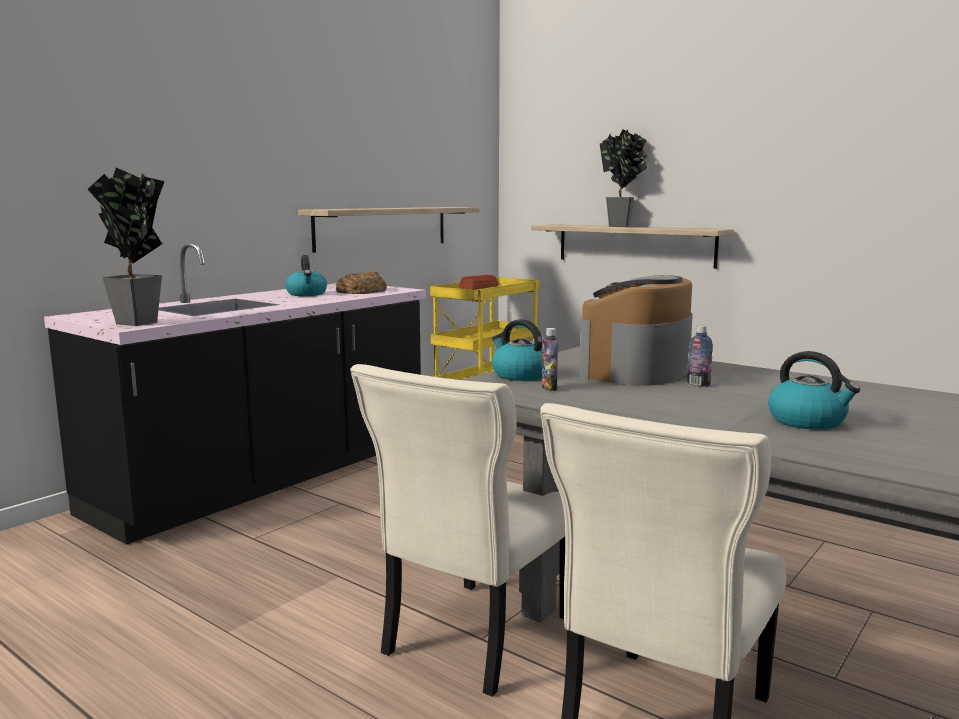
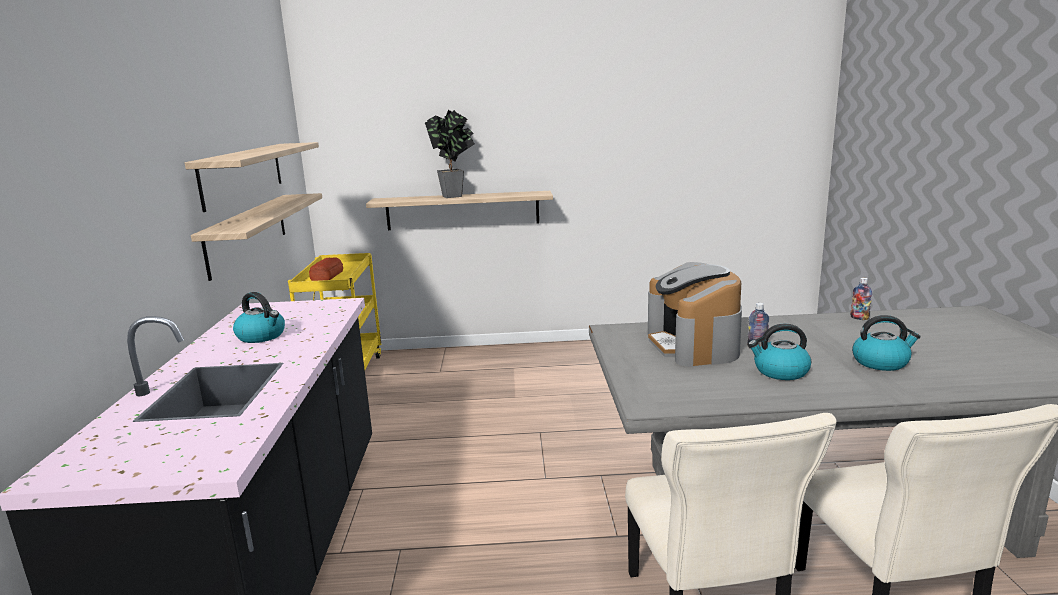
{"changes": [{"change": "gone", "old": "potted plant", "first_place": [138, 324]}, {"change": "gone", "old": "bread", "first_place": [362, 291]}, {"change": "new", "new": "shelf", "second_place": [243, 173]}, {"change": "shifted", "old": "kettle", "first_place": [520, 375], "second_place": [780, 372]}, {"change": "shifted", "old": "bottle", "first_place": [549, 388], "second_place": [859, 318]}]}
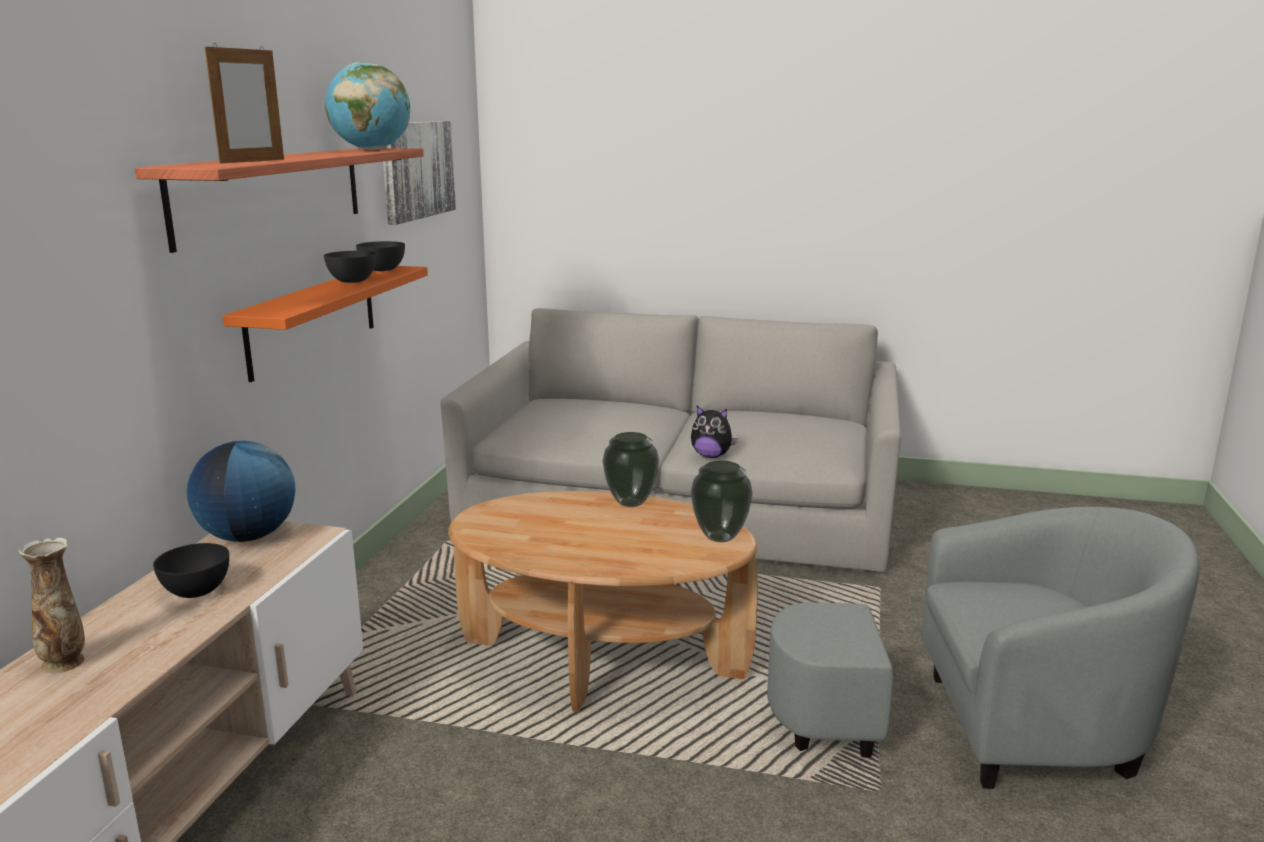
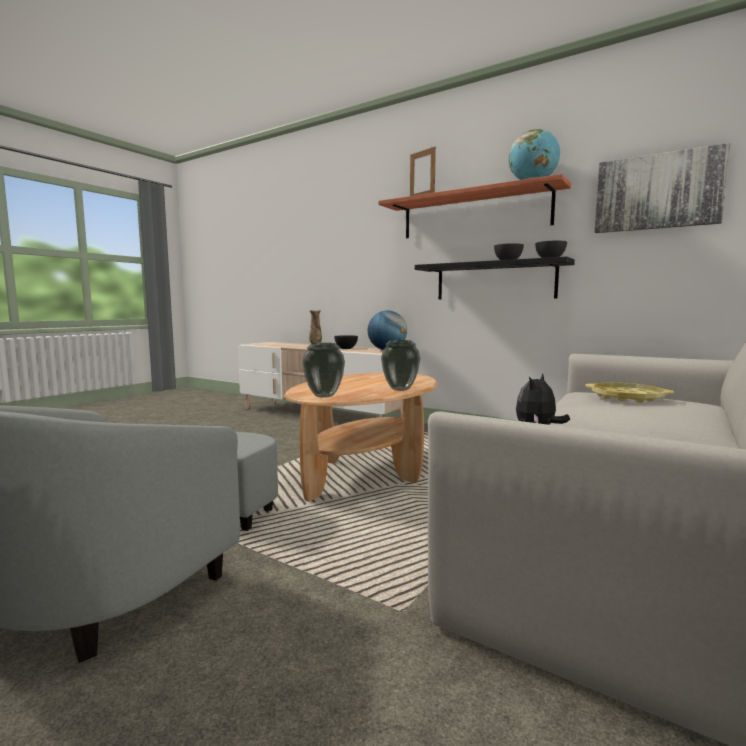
{"changes": [{"change": "new", "new": "yellow tray", "second_place": [627, 397]}, {"change": "repainted", "old": "orange shelf", "new": "black shelf", "first_place": [313, 319], "second_place": [494, 281]}]}
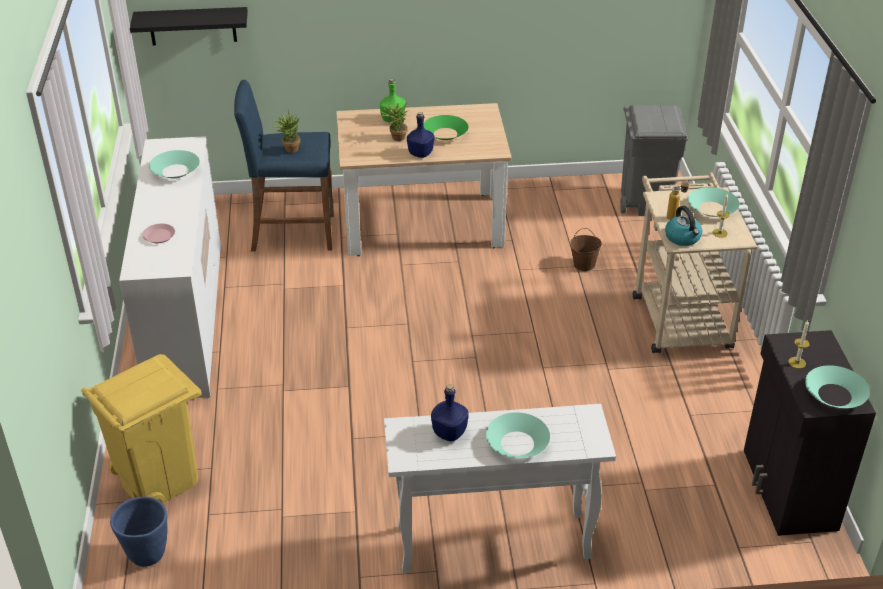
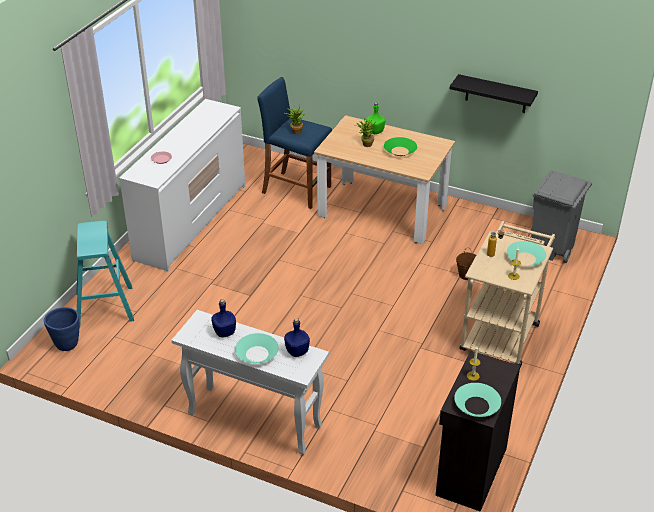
{"changes": [{"change": "gone", "old": "turquoise bowl", "first_place": [175, 171]}, {"change": "gone", "old": "kettle", "first_place": [683, 238]}, {"change": "shifted", "old": "black shelf", "first_place": [192, 26], "second_place": [496, 94]}, {"change": "shifted", "old": "blue bottle", "first_place": [421, 153], "second_place": [297, 351]}, {"change": "swapped", "old": "yellow trash can", "new": "turquoise stool", "first_place": [158, 479], "second_place": [104, 306]}]}
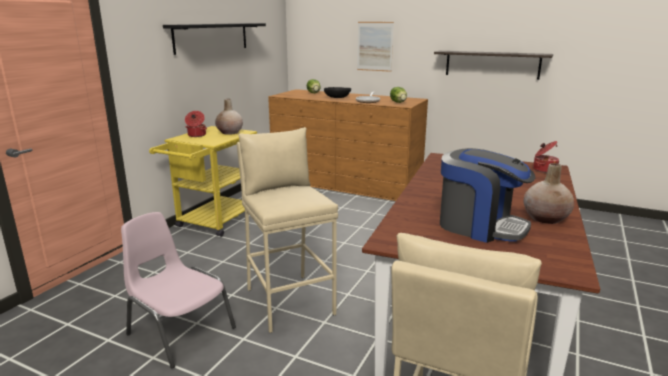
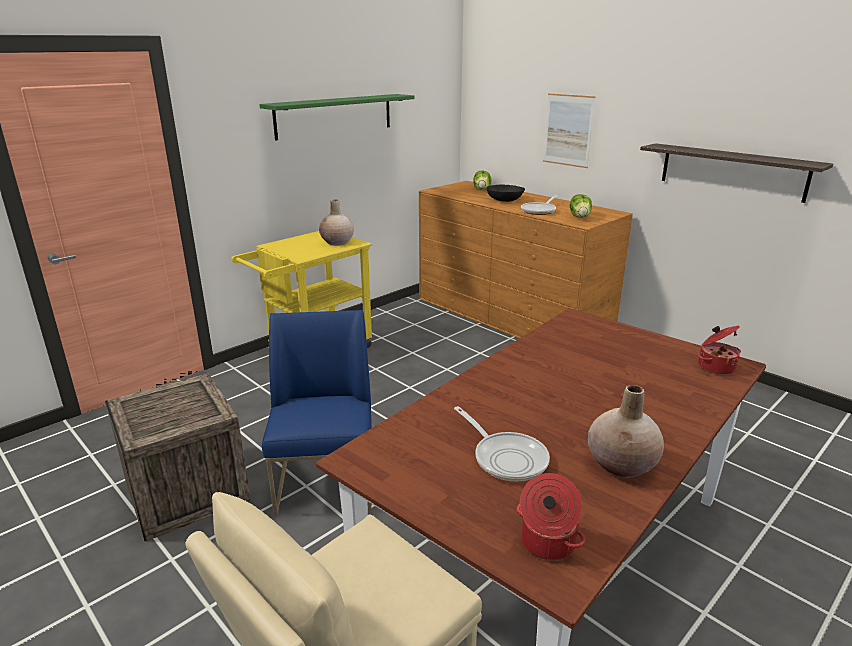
{"changes": [{"change": "shifted", "old": "cooking pot", "first_place": [196, 135], "second_place": [547, 543]}, {"change": "swapped", "old": "pink chair", "new": "crate", "first_place": [180, 331], "second_place": [187, 491]}, {"change": "swapped", "old": "beige stool", "new": "blue chair", "first_place": [289, 301], "second_place": [327, 480]}, {"change": "swapped", "old": "coffee machine", "new": "frying pan", "first_place": [480, 226], "second_place": [506, 458]}, {"change": "repainted", "old": "black shelf", "new": "green shelf", "first_place": [211, 37], "second_place": [335, 116]}]}
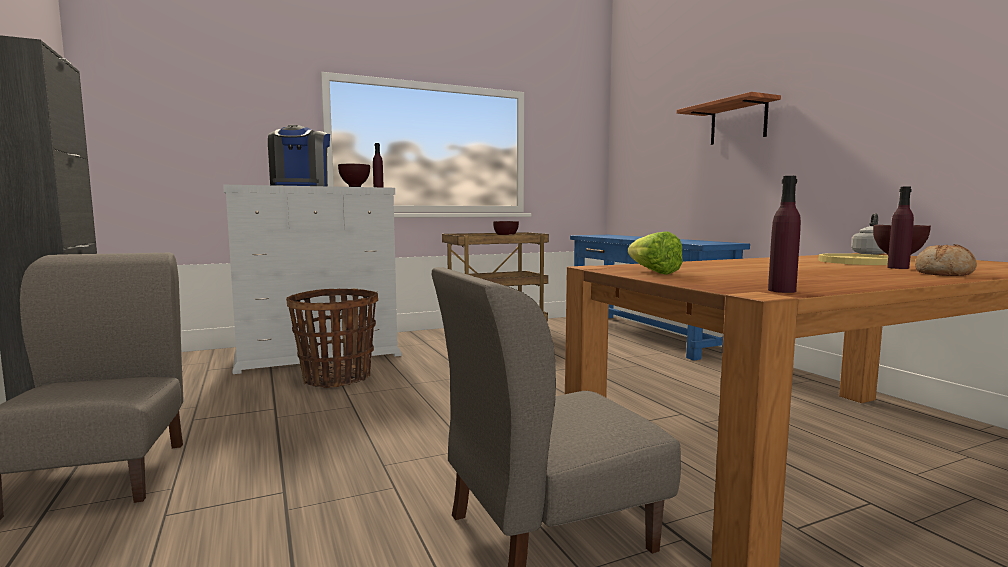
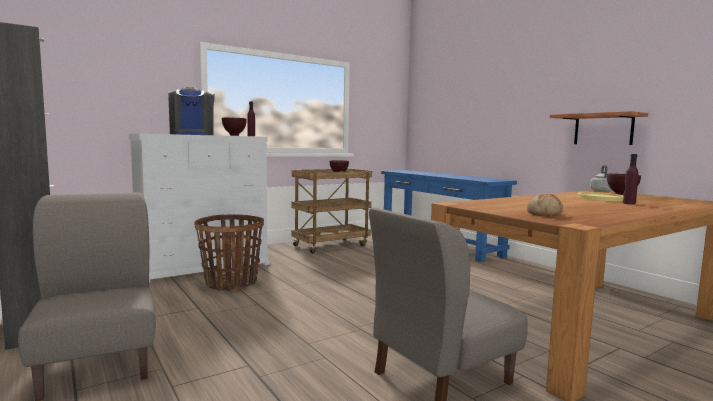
{"changes": [{"change": "gone", "old": "lettuce", "first_place": [650, 272]}, {"change": "gone", "old": "purple bottle", "first_place": [781, 290]}, {"change": "shifted", "old": "shelf", "first_place": [738, 122], "second_place": [603, 129]}, {"change": "shifted", "old": "bread", "first_place": [945, 274], "second_place": [545, 214]}]}
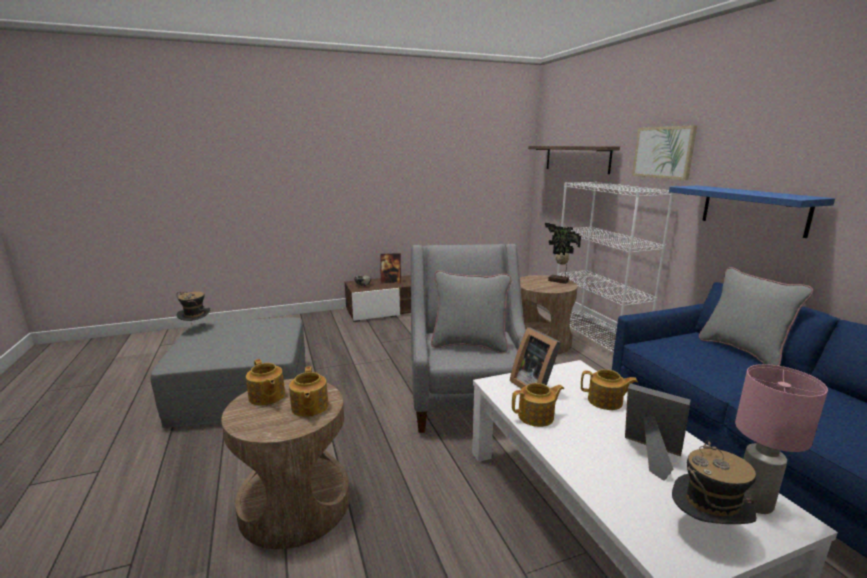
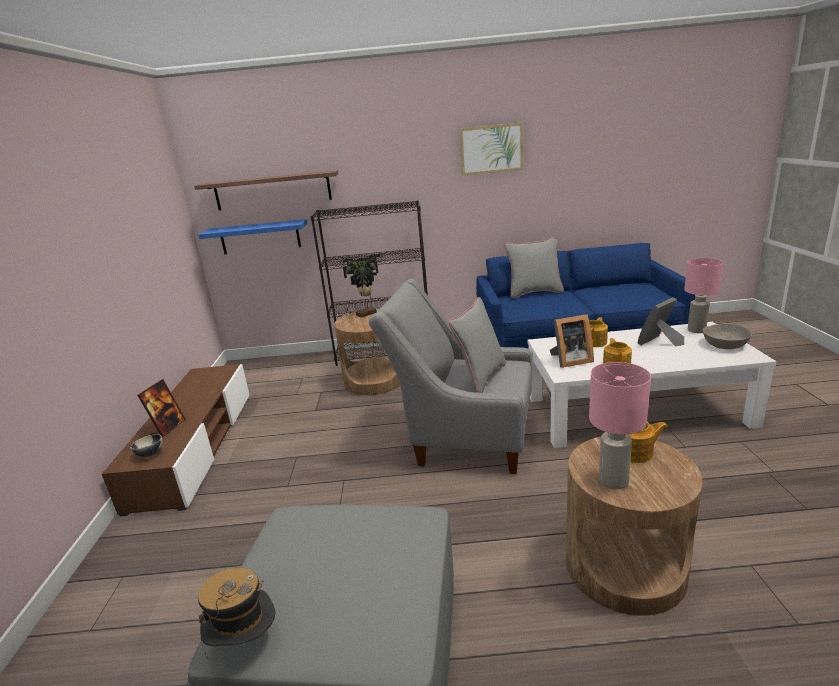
{"changes": [{"change": "shifted", "old": "picture", "first_place": [663, 152], "second_place": [491, 149]}, {"change": "shifted", "old": "blue shelf", "first_place": [753, 209], "second_place": [260, 237]}, {"change": "swapped", "old": "teapot", "new": "pink table lamp", "first_place": [266, 397], "second_place": [613, 481]}, {"change": "swapped", "old": "hat", "new": "grey bowl", "first_place": [706, 532], "second_place": [724, 344]}, {"change": "repainted", "old": "white bookcase", "new": "black bookcase", "first_place": [597, 337], "second_place": [385, 353]}]}
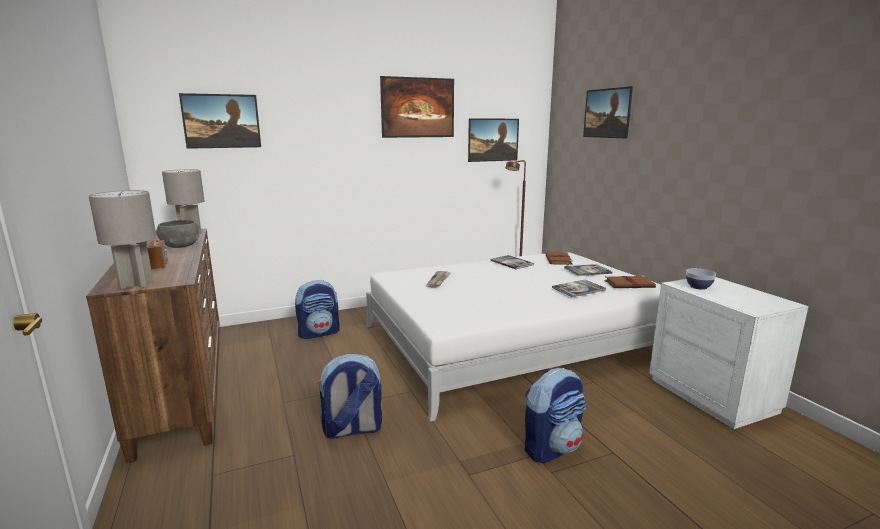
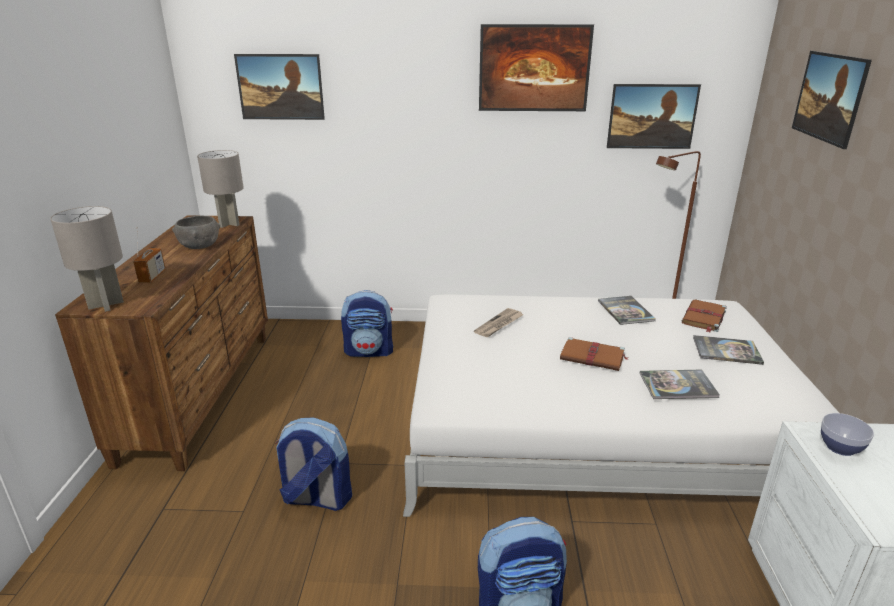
{"changes": [{"change": "shifted", "old": "brown book", "first_place": [630, 284], "second_place": [593, 357]}]}
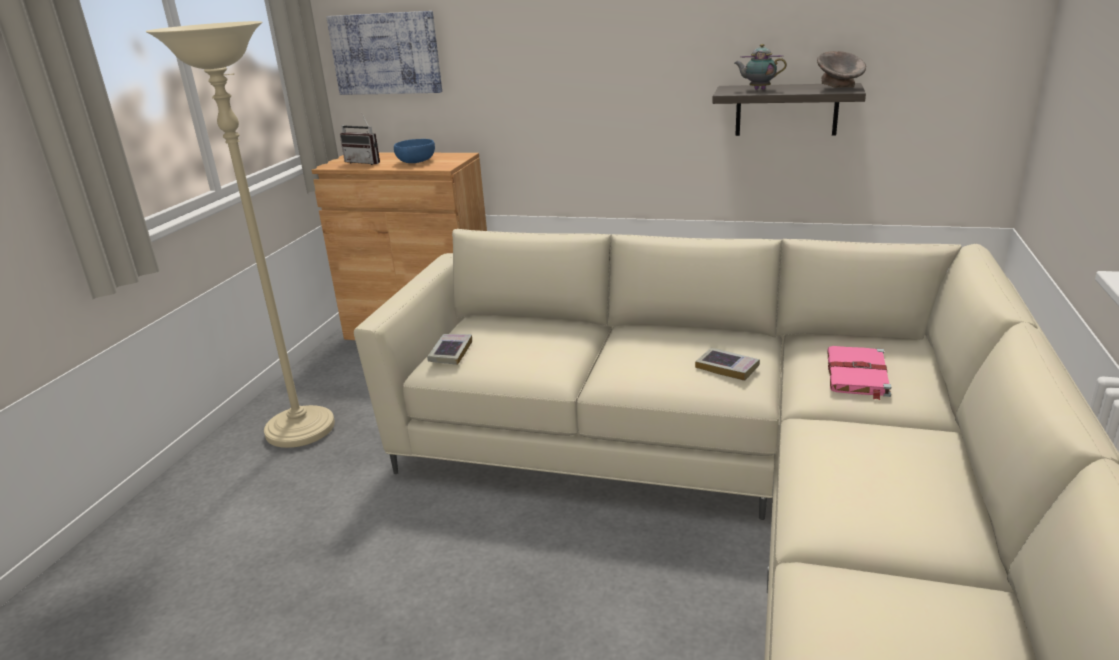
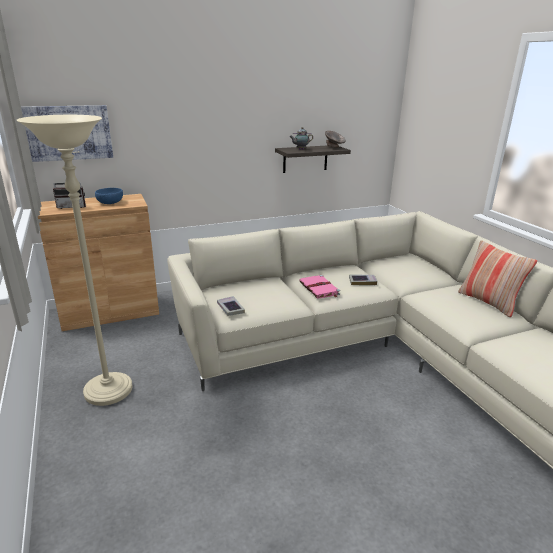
{"changes": [{"change": "new", "new": "pillow", "second_place": [488, 302]}, {"change": "shifted", "old": "pink book", "first_place": [857, 375], "second_place": [319, 288]}]}
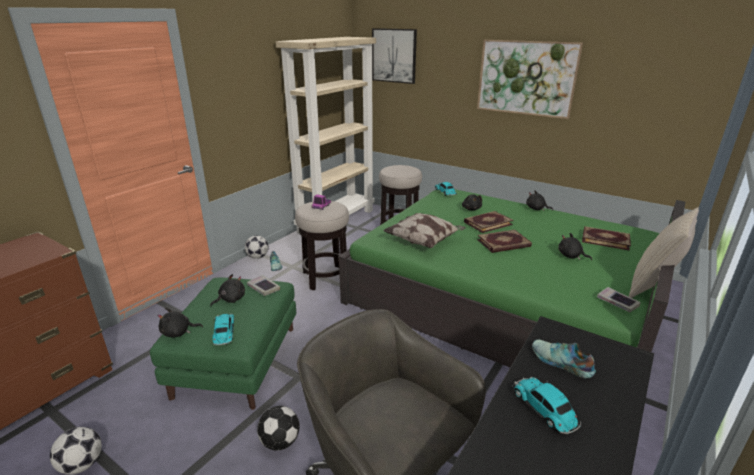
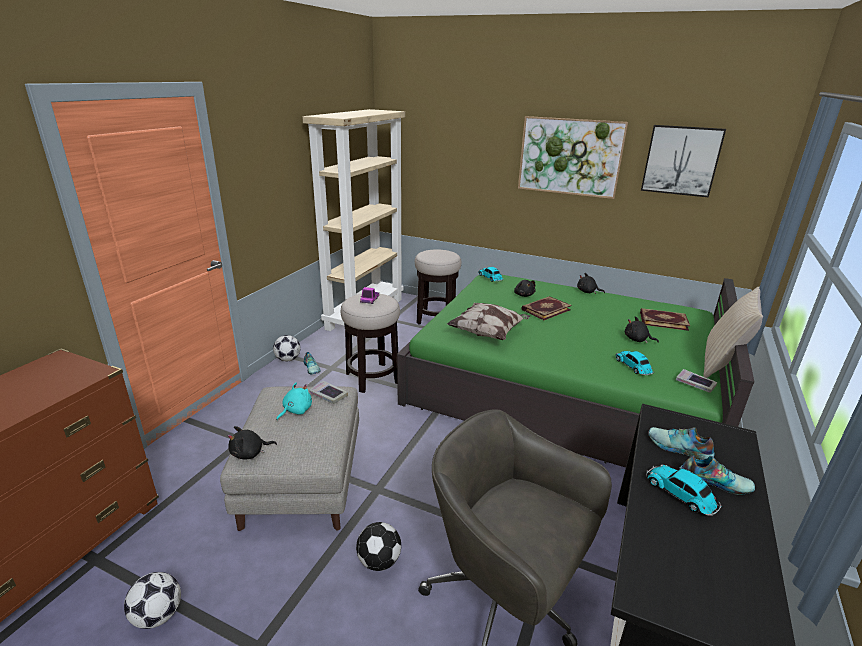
{"changes": [{"change": "gone", "old": "book", "first_place": [504, 243]}, {"change": "new", "new": "shoe", "second_place": [714, 481]}, {"change": "shifted", "old": "toy car", "first_place": [224, 333], "second_place": [633, 367]}, {"change": "shifted", "old": "picture", "first_place": [394, 55], "second_place": [681, 160]}, {"change": "repainted", "old": "green ottoman", "new": "grey ottoman", "first_place": [237, 360], "second_place": [302, 478]}, {"change": "repainted", "old": "black plush toy", "new": "turquoise plush toy", "first_place": [230, 299], "second_place": [296, 410]}]}
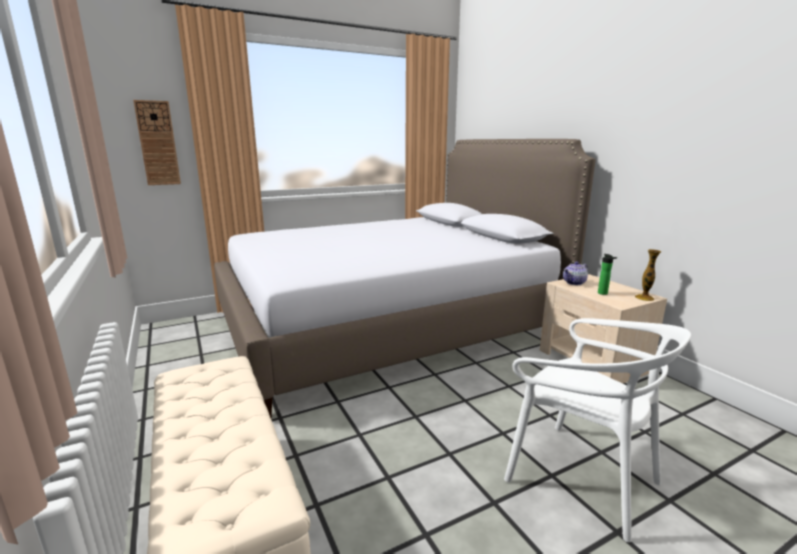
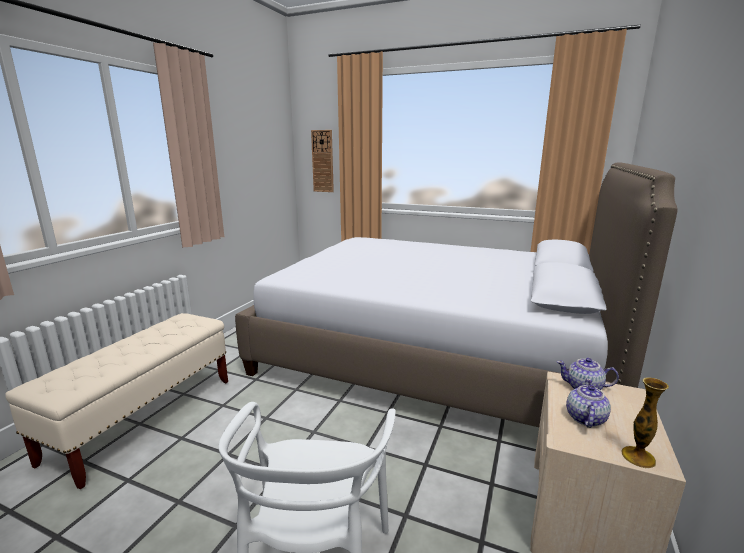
{"changes": [{"change": "swapped", "old": "bottle", "new": "teapot", "first_place": [603, 293], "second_place": [585, 418]}]}
